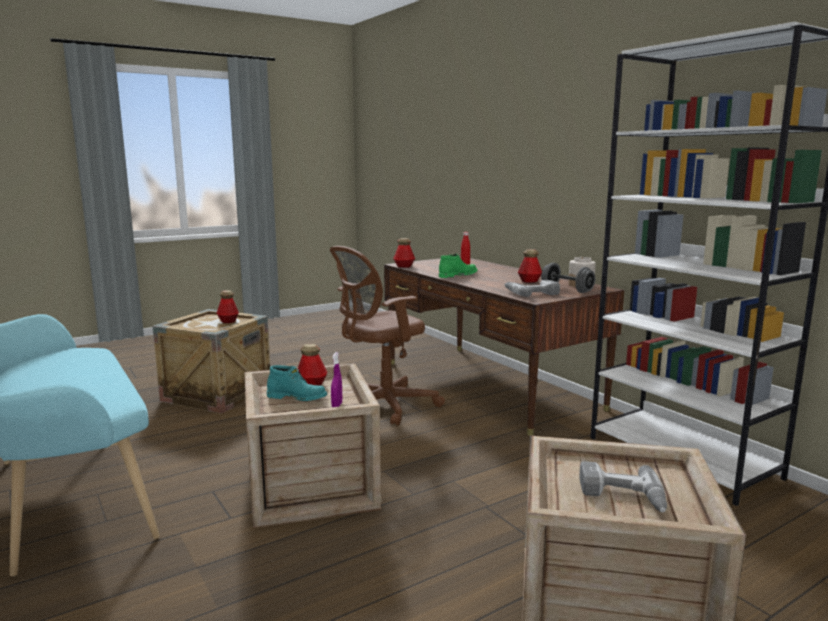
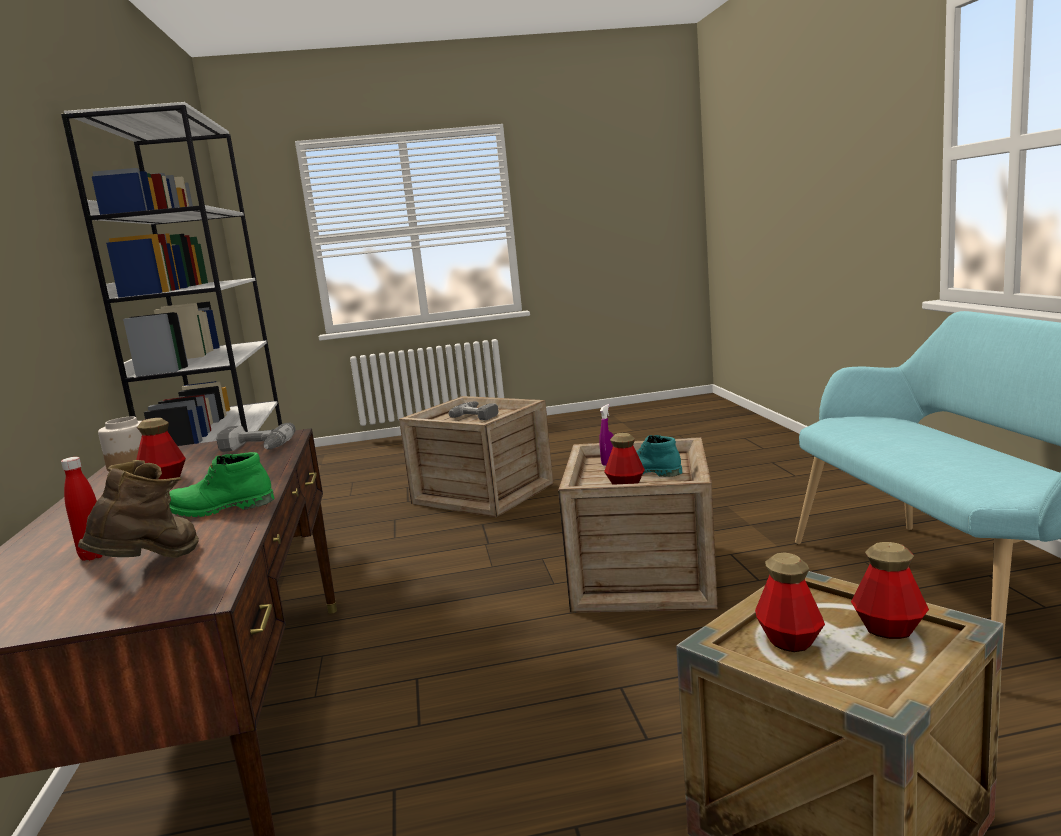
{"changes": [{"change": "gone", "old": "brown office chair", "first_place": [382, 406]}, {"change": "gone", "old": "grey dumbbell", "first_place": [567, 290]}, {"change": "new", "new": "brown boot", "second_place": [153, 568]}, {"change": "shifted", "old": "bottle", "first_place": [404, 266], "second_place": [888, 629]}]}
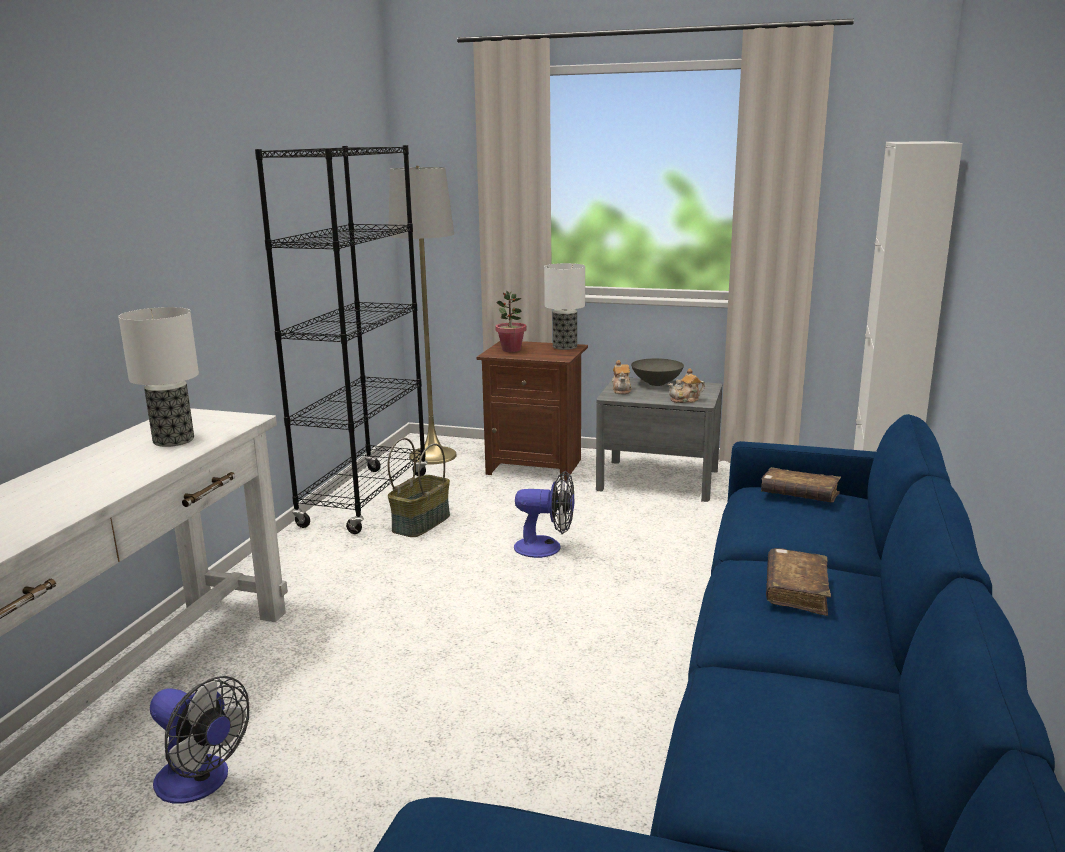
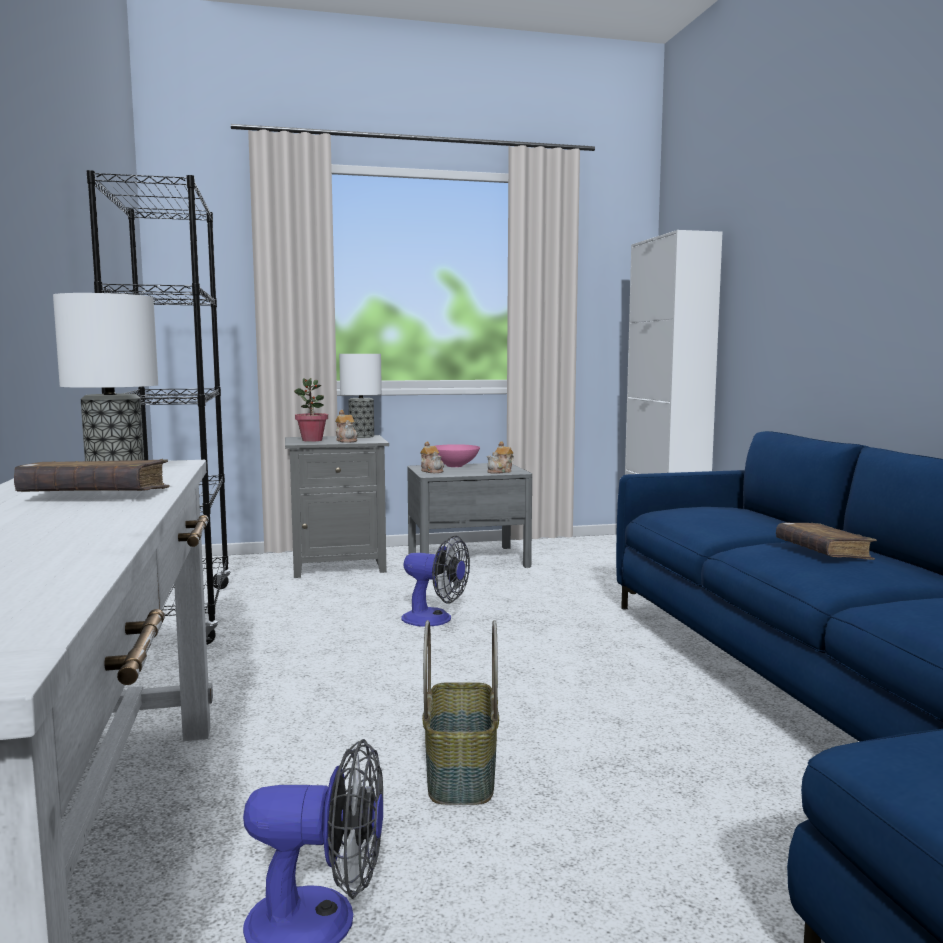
{"changes": [{"change": "gone", "old": "grey floor lamp", "first_place": [433, 456]}, {"change": "new", "new": "teapot", "second_place": [347, 441]}, {"change": "shifted", "old": "basket", "first_place": [420, 523], "second_place": [459, 773]}, {"change": "shifted", "old": "brown book", "first_place": [799, 495], "second_place": [95, 495]}, {"change": "repainted", "old": "brown nightstand", "new": "grey nightstand", "first_place": [535, 466], "second_place": [338, 565]}, {"change": "repainted", "old": "grey bowl", "new": "pink bowl", "first_place": [656, 383], "second_place": [454, 466]}, {"change": "rotated", "old": "fan", "first_place": [546, 548], "second_place": [435, 620], "degrees": 45}]}
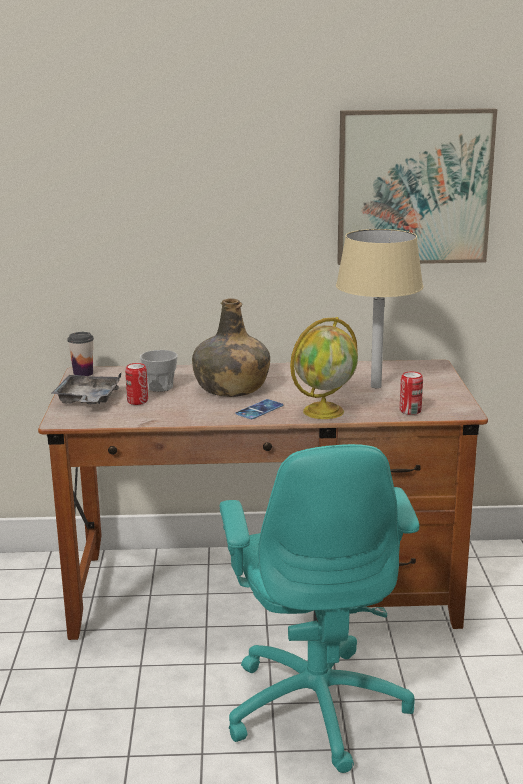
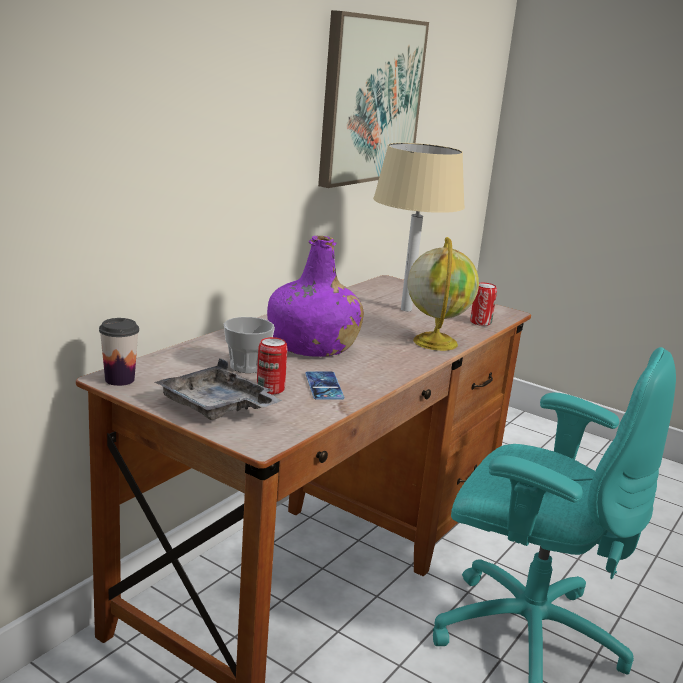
{"changes": [{"change": "shifted", "old": "phone", "first_place": [259, 410], "second_place": [324, 386]}, {"change": "repainted", "old": "green bottle", "new": "purple bottle", "first_place": [231, 388], "second_place": [312, 346]}]}
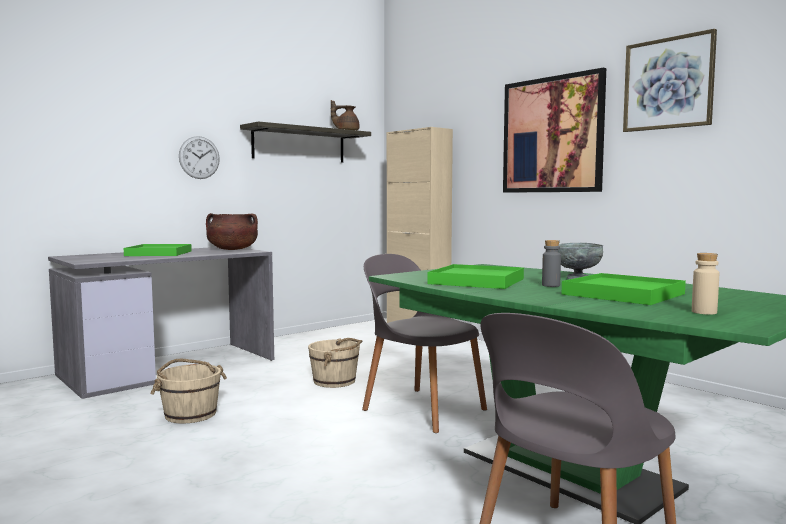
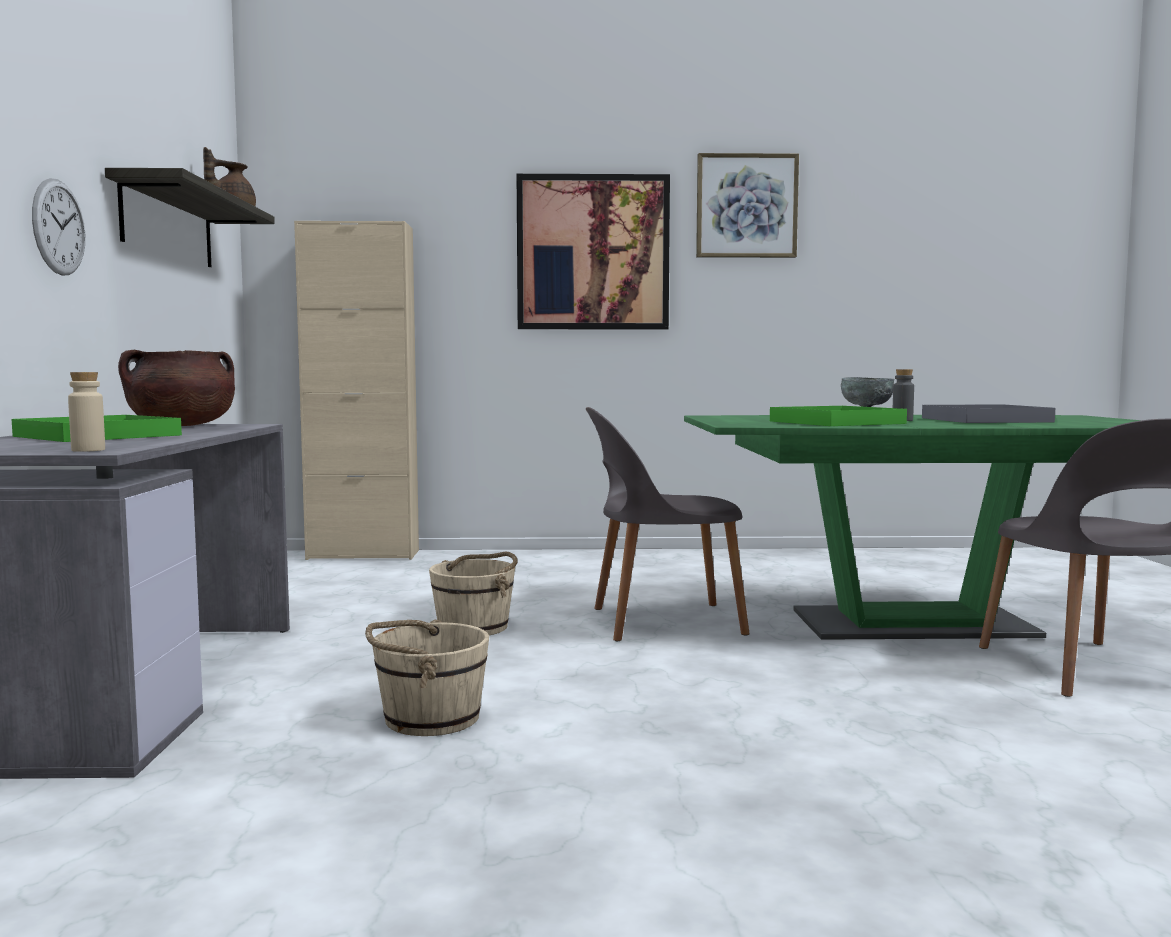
{"changes": [{"change": "shifted", "old": "beige bottle", "first_place": [704, 312], "second_place": [88, 450]}, {"change": "repainted", "old": "green tray", "new": "grey tray", "first_place": [623, 294], "second_place": [984, 420]}]}
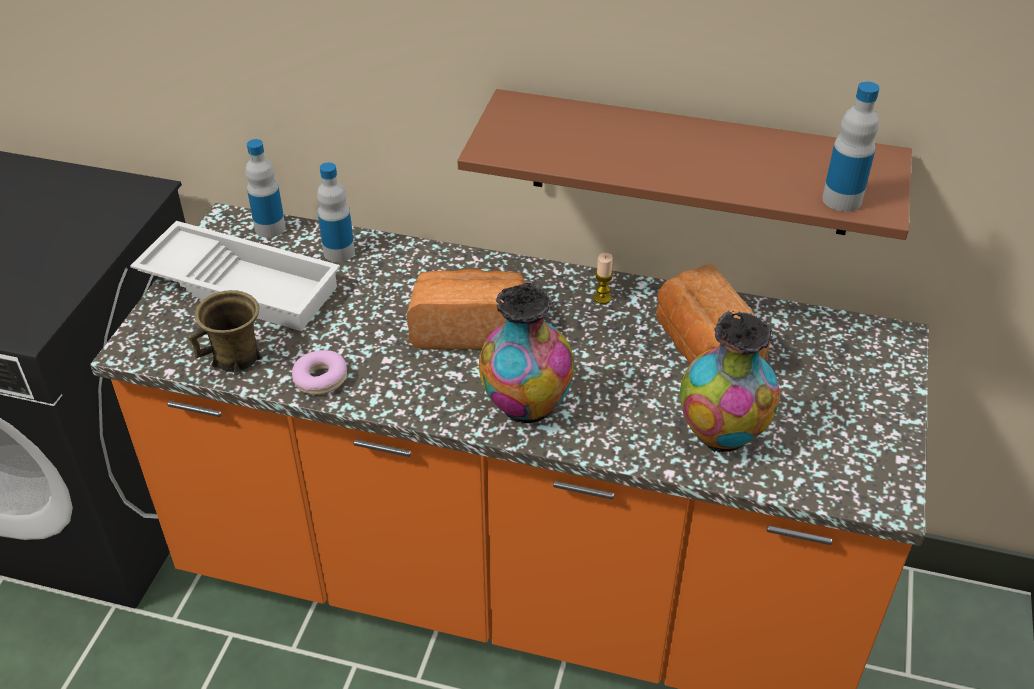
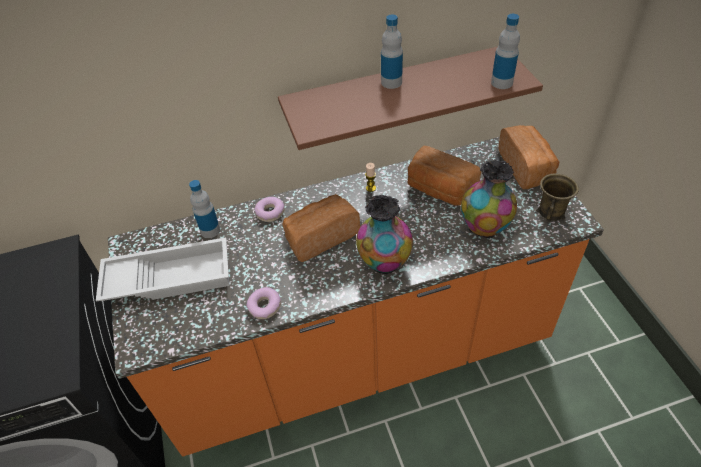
{"changes": [{"change": "new", "new": "donut", "second_place": [270, 212]}, {"change": "new", "new": "bread", "second_place": [526, 168]}, {"change": "shifted", "old": "brown mug", "first_place": [237, 358], "second_place": [551, 212]}, {"change": "shifted", "old": "bottle", "first_place": [270, 228], "second_place": [391, 82]}]}
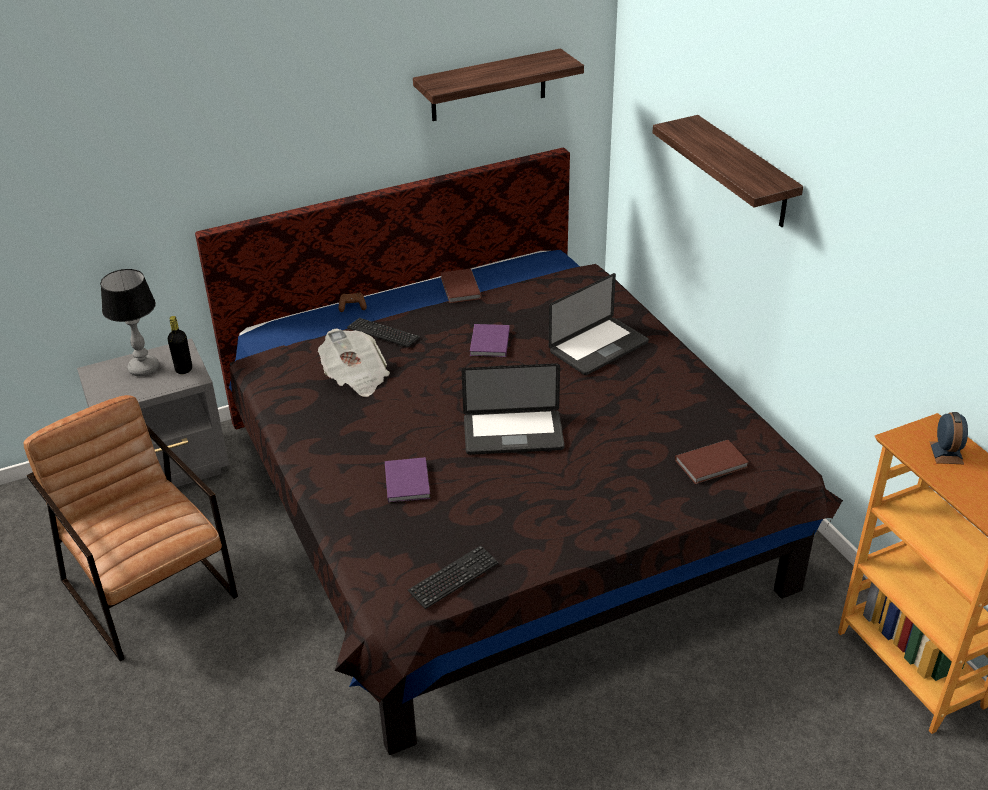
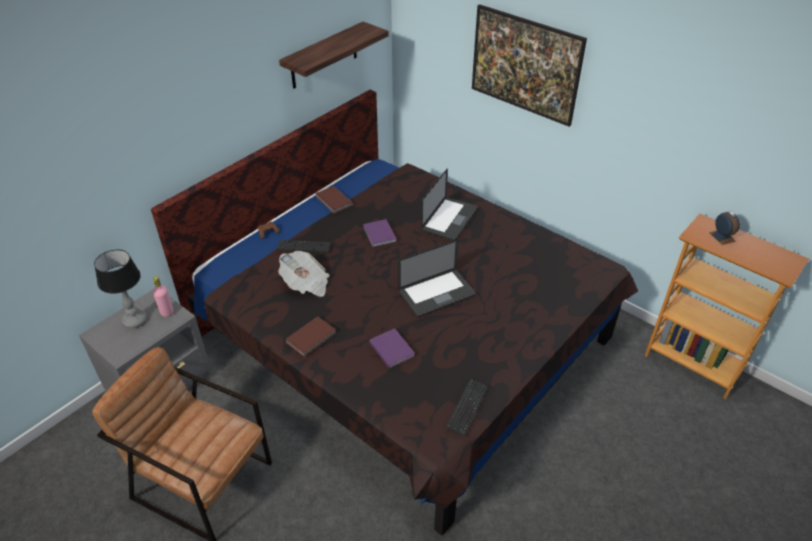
{"changes": [{"change": "shifted", "old": "brown book", "first_place": [712, 464], "second_place": [312, 337]}, {"change": "swapped", "old": "shelf", "new": "picture", "first_place": [744, 172], "second_place": [522, 85]}, {"change": "repainted", "old": "black bottle", "new": "pink bottle", "first_place": [184, 369], "second_place": [167, 312]}]}
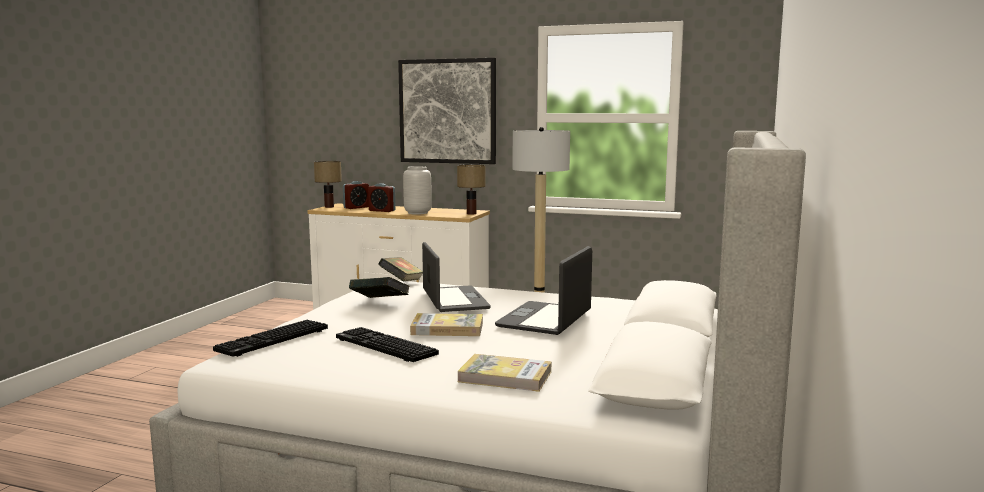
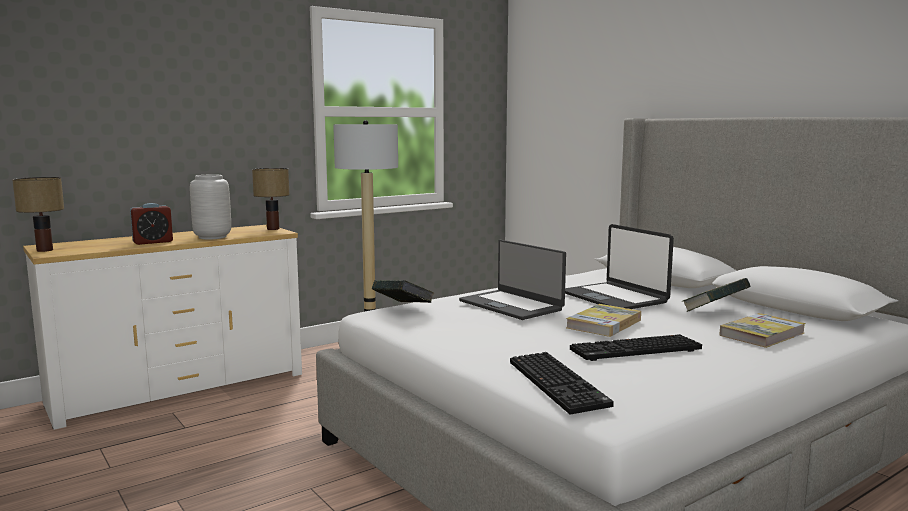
{"changes": [{"change": "gone", "old": "alarm clock", "first_place": [356, 207]}, {"change": "gone", "old": "picture", "first_place": [447, 111]}, {"change": "shifted", "old": "book", "first_place": [379, 303], "second_place": [714, 312]}, {"change": "rotated", "old": "laptop", "first_place": [454, 300], "second_place": [511, 305], "degrees": -150}]}
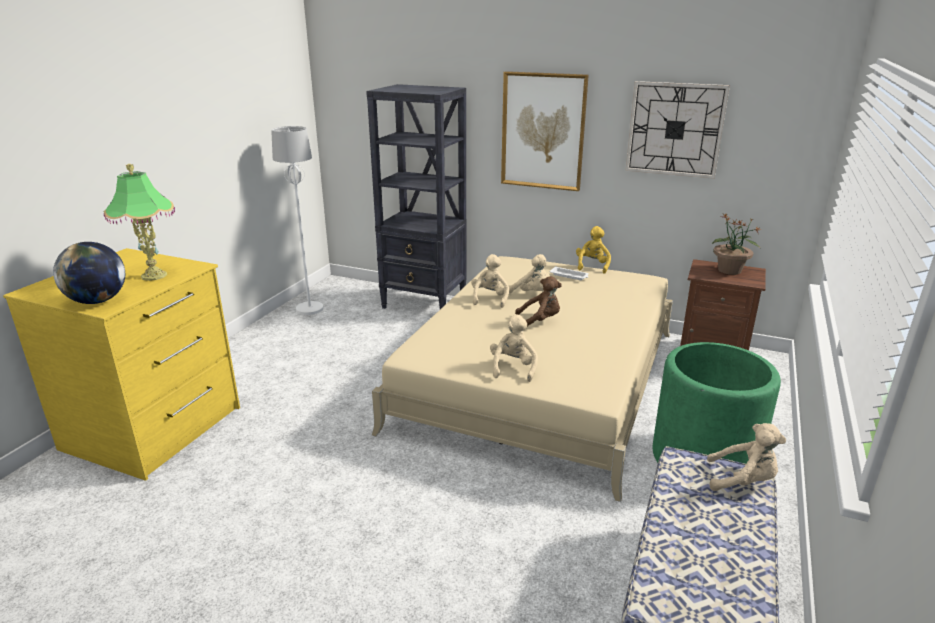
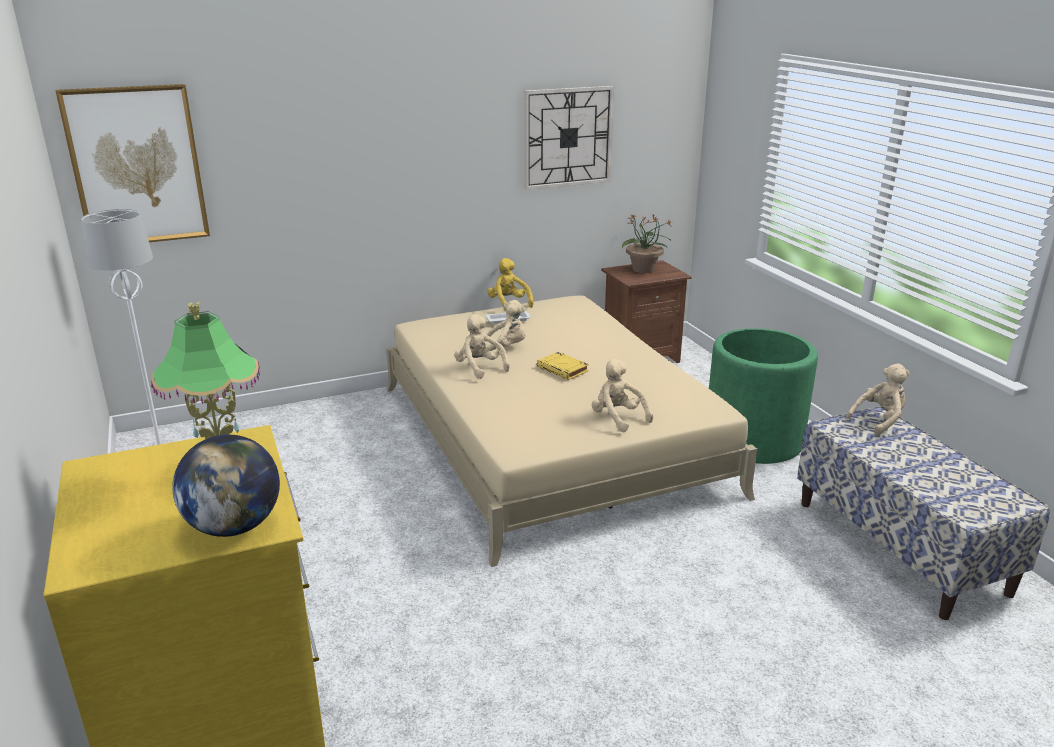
{"changes": [{"change": "gone", "old": "black bookcase", "first_place": [424, 304]}, {"change": "shifted", "old": "picture", "first_place": [543, 131], "second_place": [137, 166]}, {"change": "swapped", "old": "brown plush toy", "new": "yellow book", "first_place": [540, 321], "second_place": [563, 369]}]}
